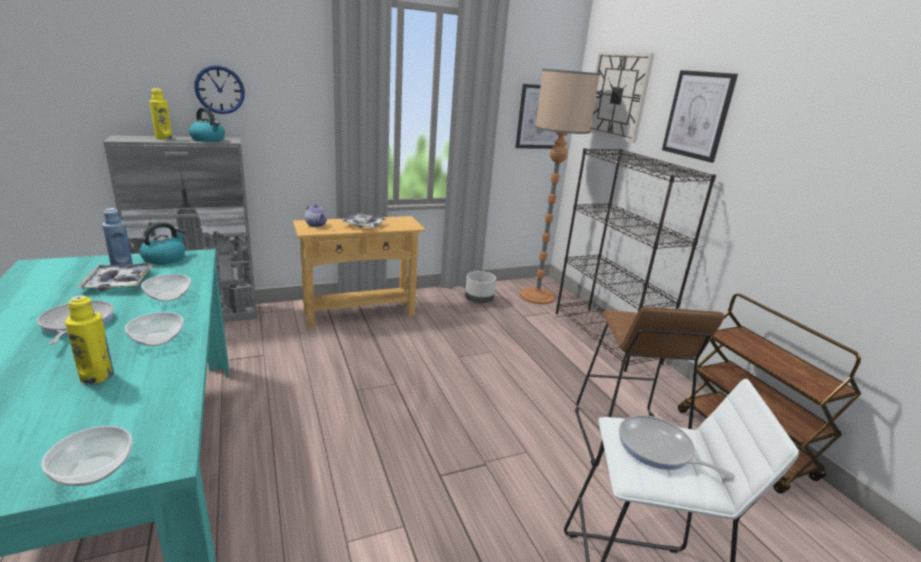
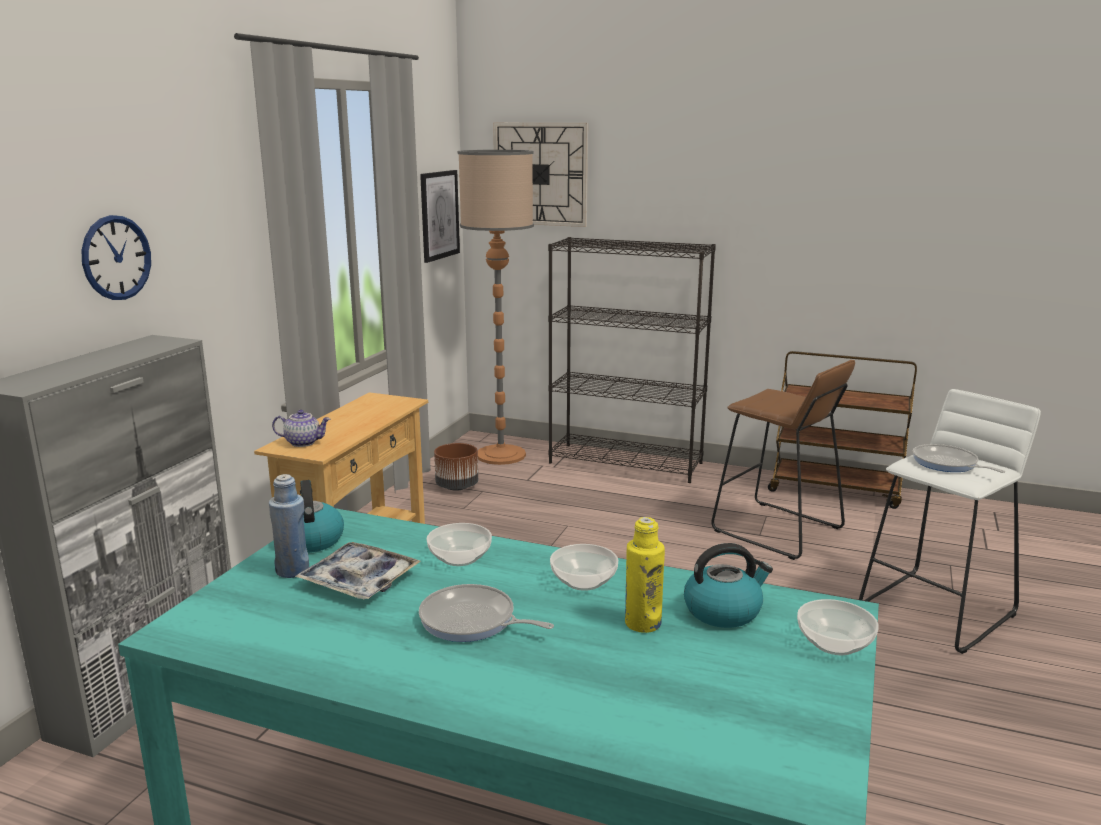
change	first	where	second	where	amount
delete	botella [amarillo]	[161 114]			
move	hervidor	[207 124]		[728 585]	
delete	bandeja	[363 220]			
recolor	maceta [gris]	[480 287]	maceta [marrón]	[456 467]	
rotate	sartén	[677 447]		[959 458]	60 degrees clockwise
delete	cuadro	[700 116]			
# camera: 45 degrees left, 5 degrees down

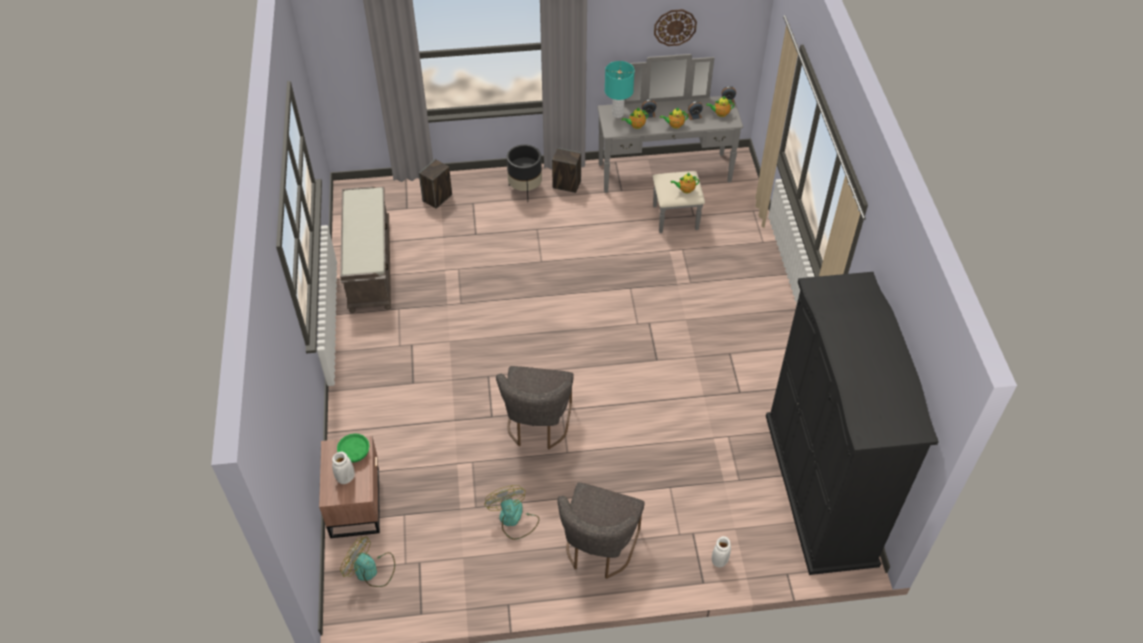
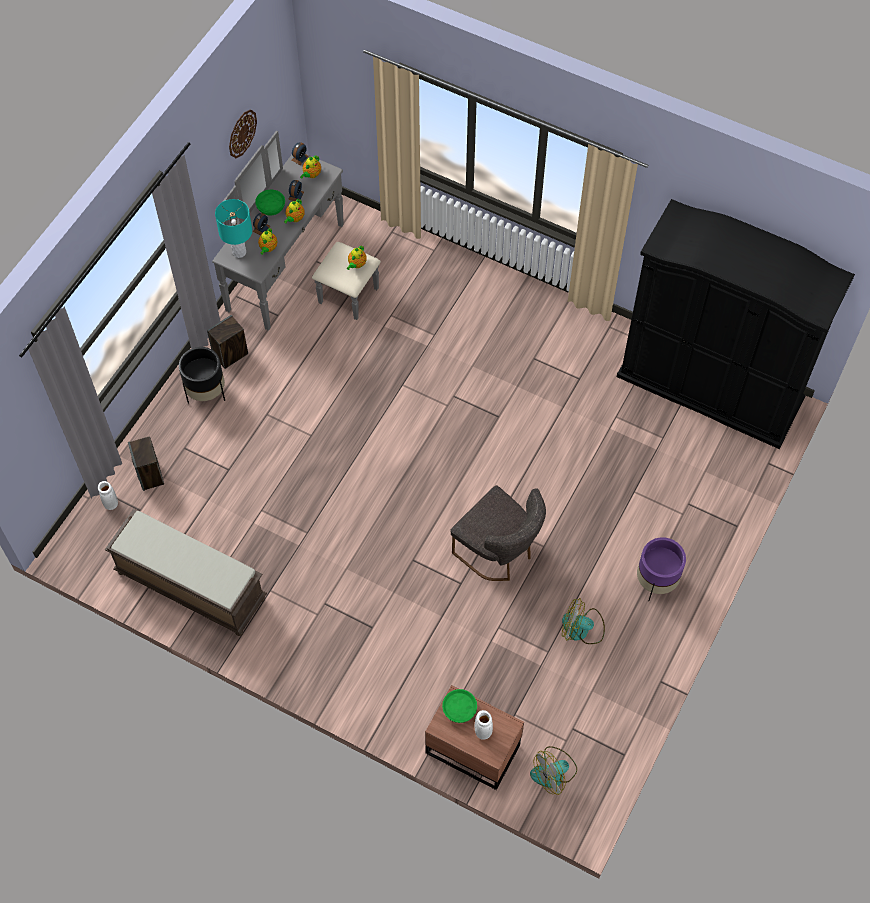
change	first	where	second	where	amount
replace	silla [gris]	[601 530]	maceta [morado]	[661 569]	
move	florero [blanco]	[721 551]		[108 495]	
insert			cuenco [verde]	[270 202]	
# camera: 55 degrees left, 10 degrees up

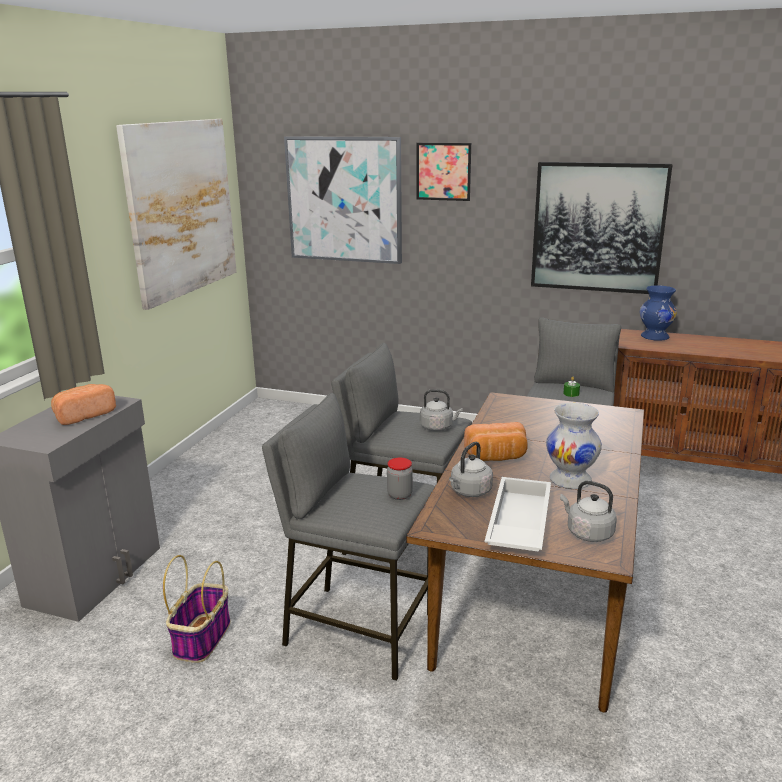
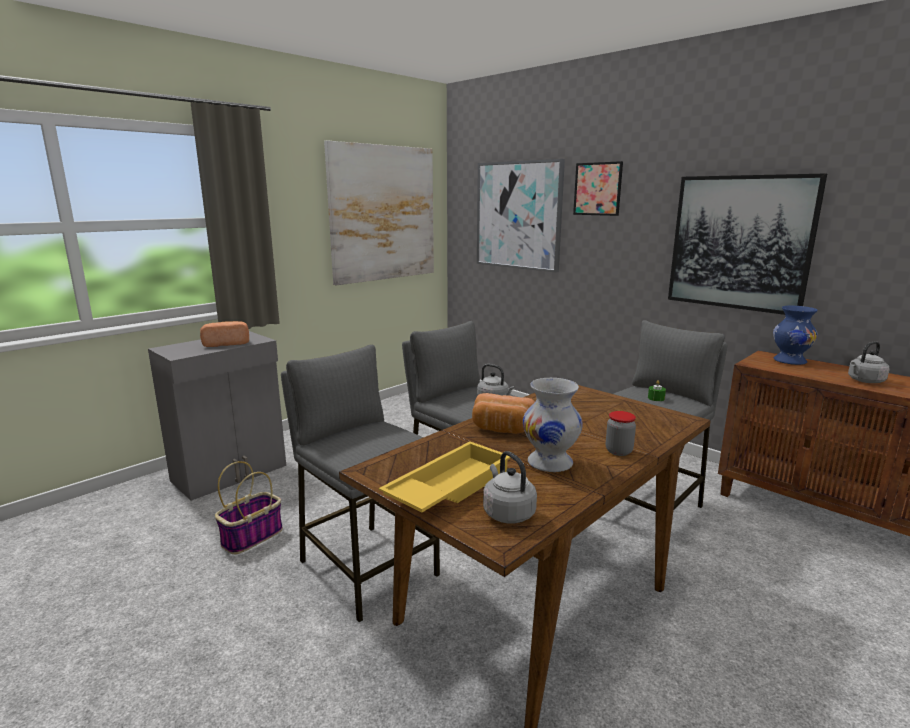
change	first	where	second	where	amount
move	tarro	[400 479]		[621 433]	
move	hervidor [gris]	[471 469]		[868 362]	
recolor	bandeja [blanco]	[518 514]	bandeja [amarillo]	[445 476]	
# camera: 25 degrees right, 5 degrees down

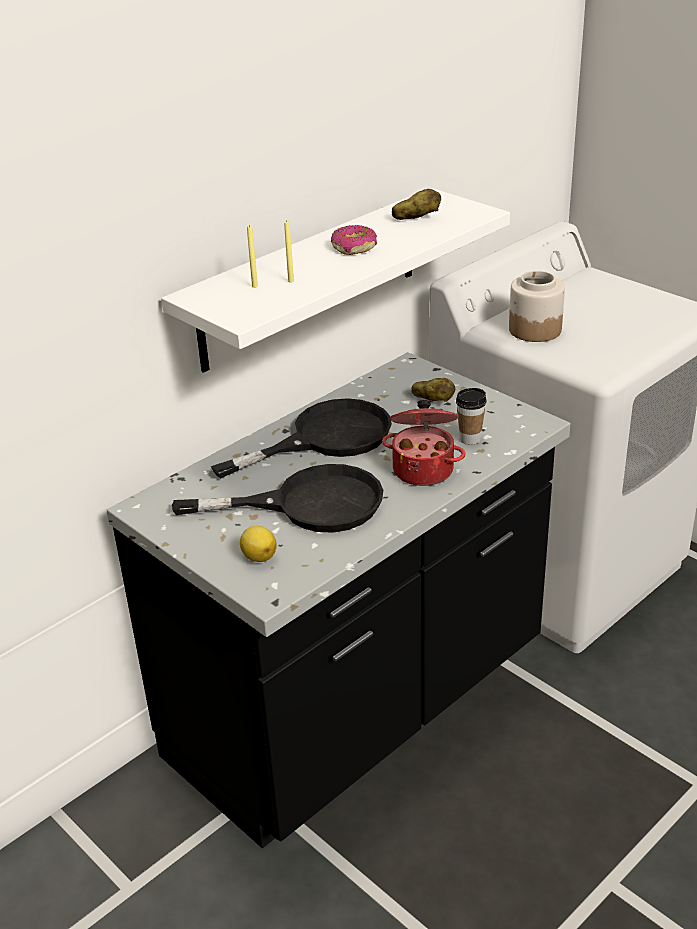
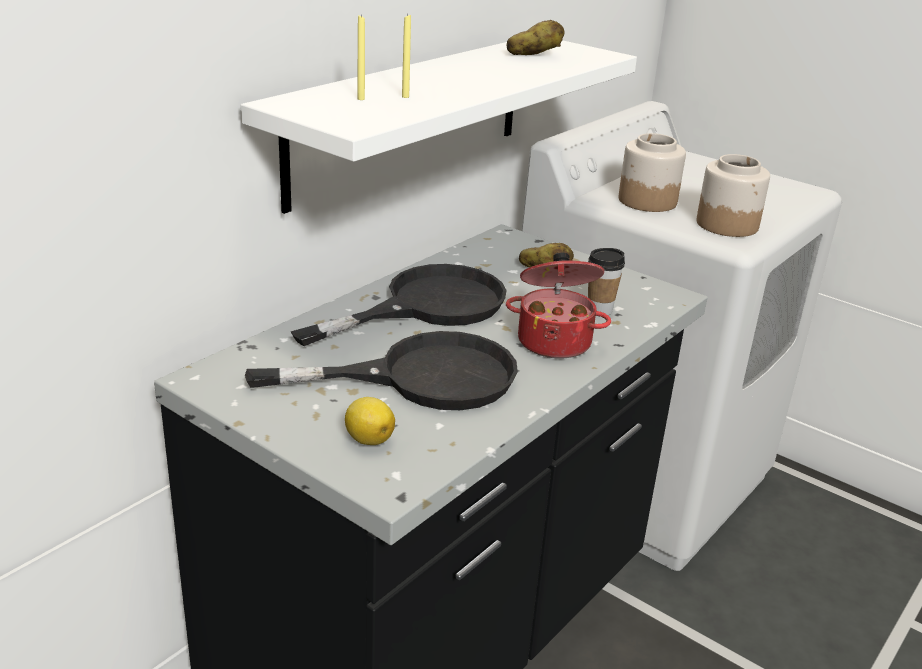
change	first	where	second	where	amount
delete	rosquilla	[354 240]			
insert			tarro	[733 195]	
# camera: 10 degrees left, 5 degrees down

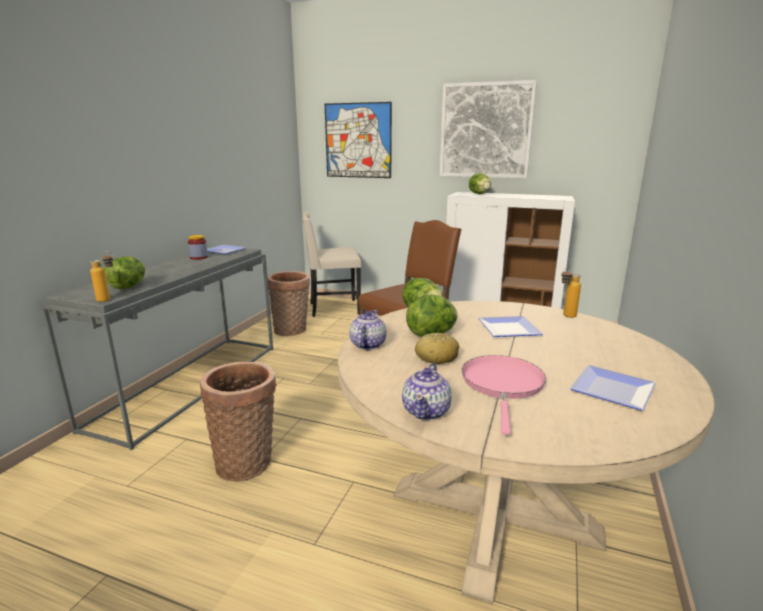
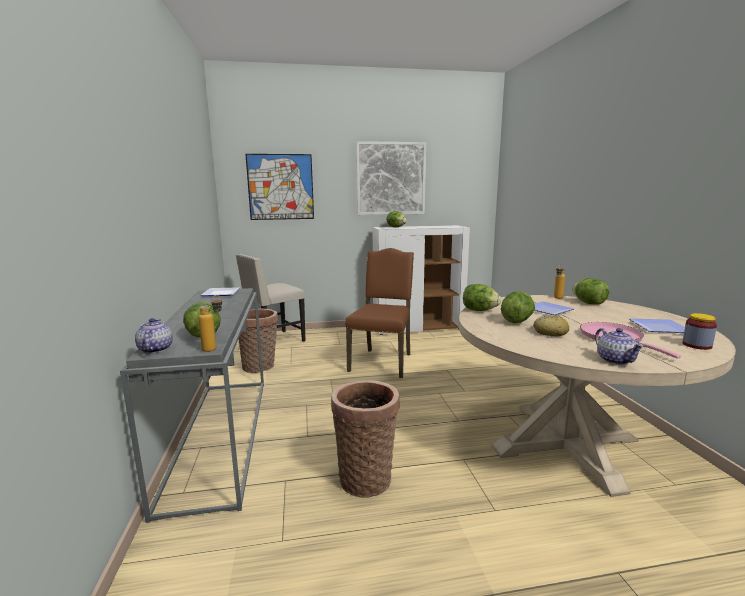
change	first	where	second	where	amount
move	tarro	[198 247]		[699 331]	
move	tetera	[367 330]		[154 336]	
insert			lechuga	[590 291]	
# camera: 30 degrees left, 5 degrees down

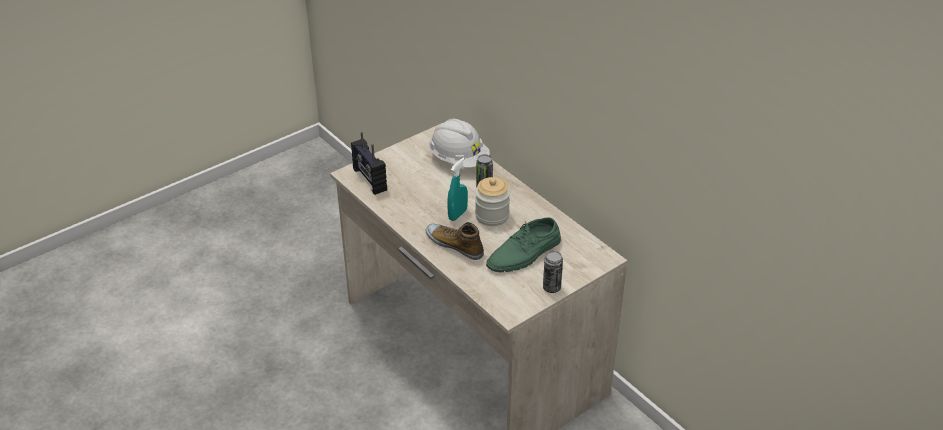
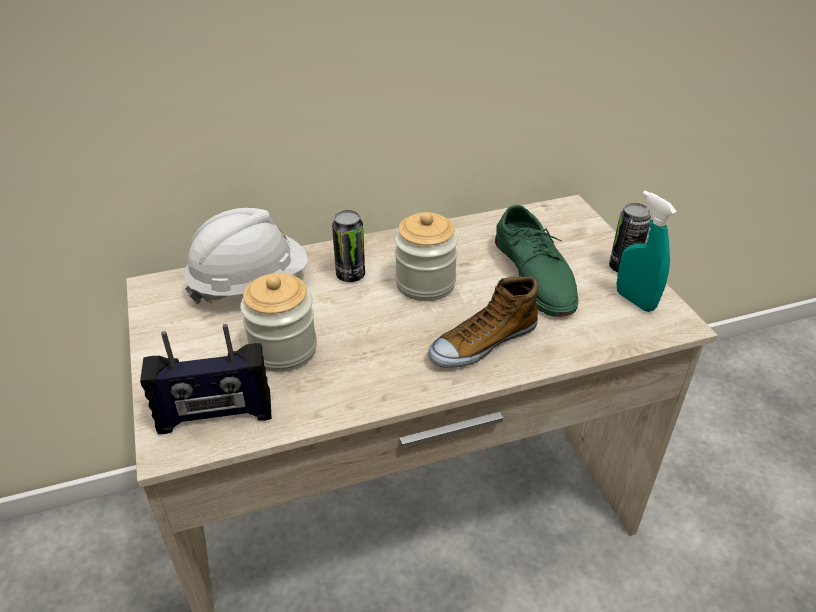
change	first	where	second	where	amount
move	pulverizador [turquesa]	[457 189]		[646 251]	
insert			tarro	[278 322]	
# camera: 70 degrees left, 0 degrees up

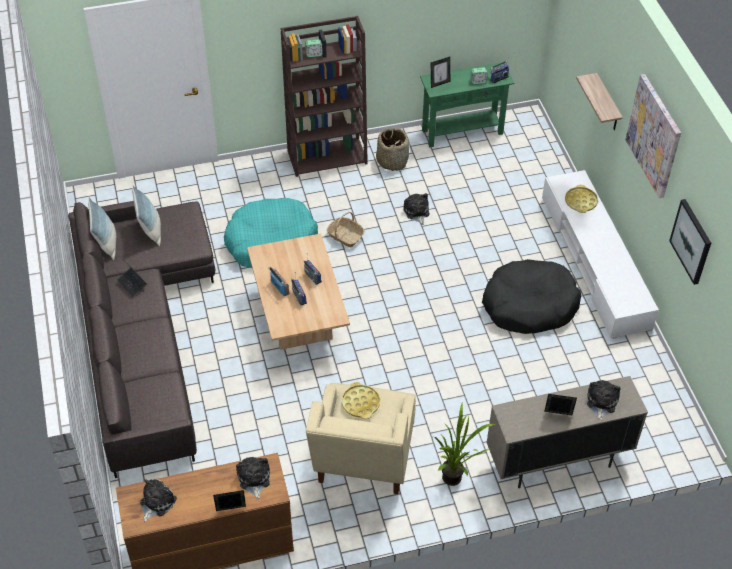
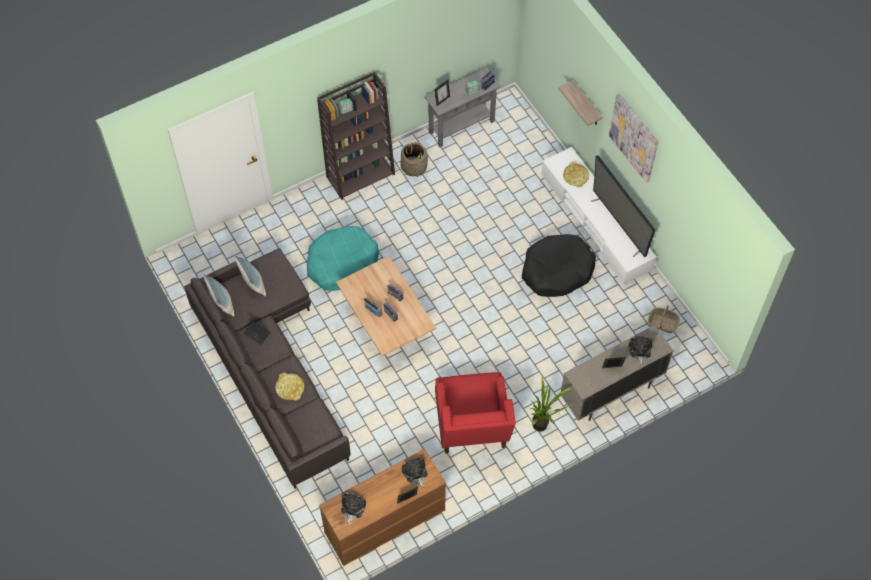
change	first	where	second	where	amount
recolor	sillón [beis]	[361 438]	sillón [rojo]	[475 413]	
move	cesta	[346 230]		[664 319]	
move	bandeja [amarillo]	[361 400]		[289 387]	
delete	peluche	[416 209]			
recolor	mesa consola [verde]	[467 104]	mesa consola [gris]	[462 107]	
delete	cuadro	[690 242]			
insert			televisor	[623 206]	
# camera: 15 degrees left, 10 degrees up

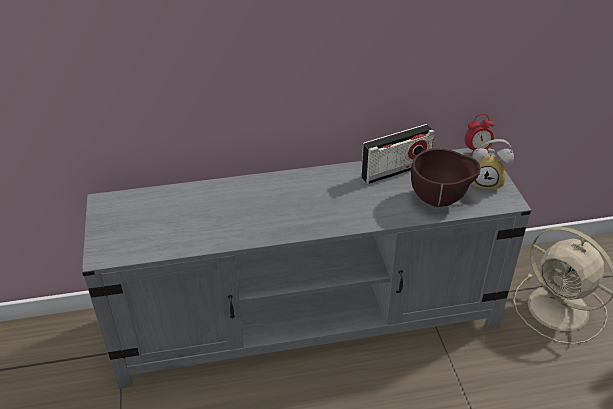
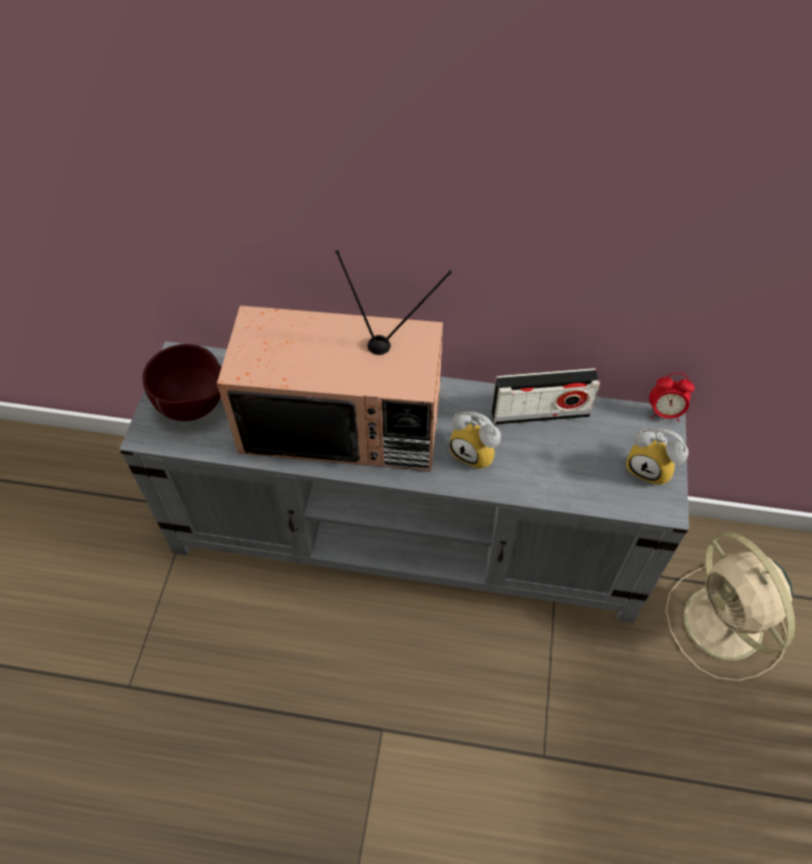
change	first	where	second	where	amount
move	cuenco [marrón]	[445 177]		[182 382]	
insert			televisor	[334 360]	
insert			despertador	[475 440]	
# camera: 20 degrees right, 15 degrees up

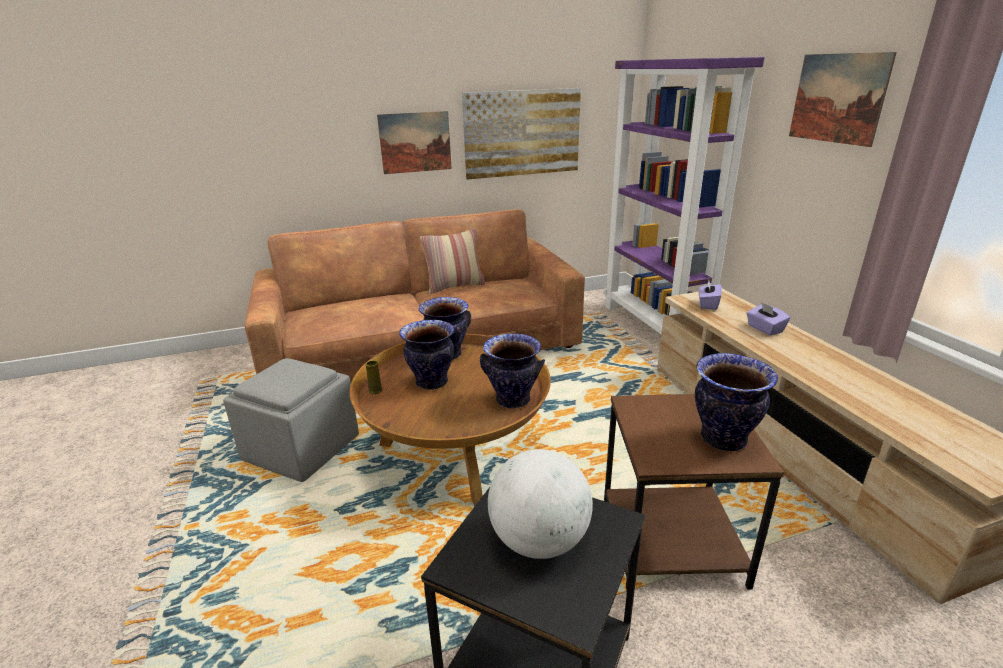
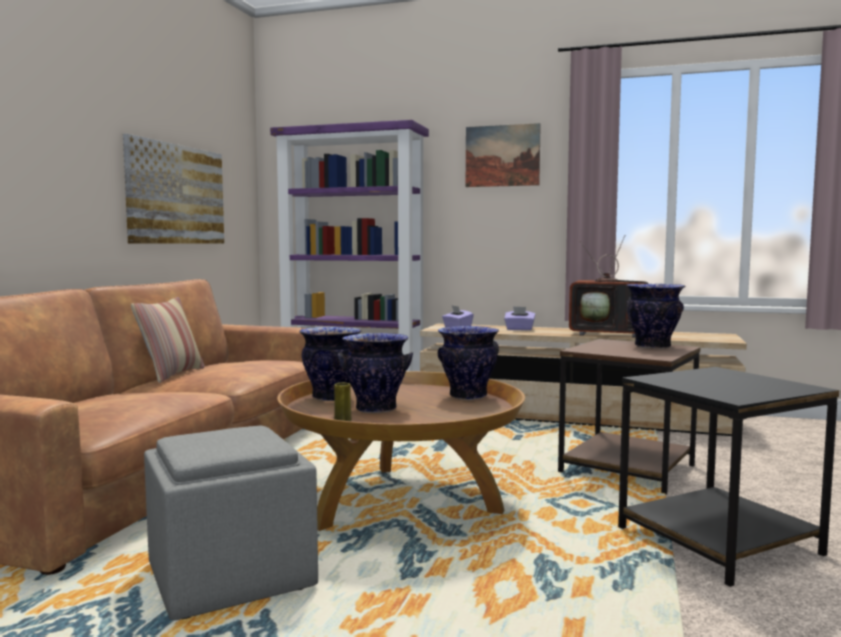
change	first	where	second	where	amount
delete	cuadro	[414 142]			
delete	globo terráqueo	[540 504]			
insert			televisor	[609 286]	
# camera: 55 degrees left, 20 degrees down

